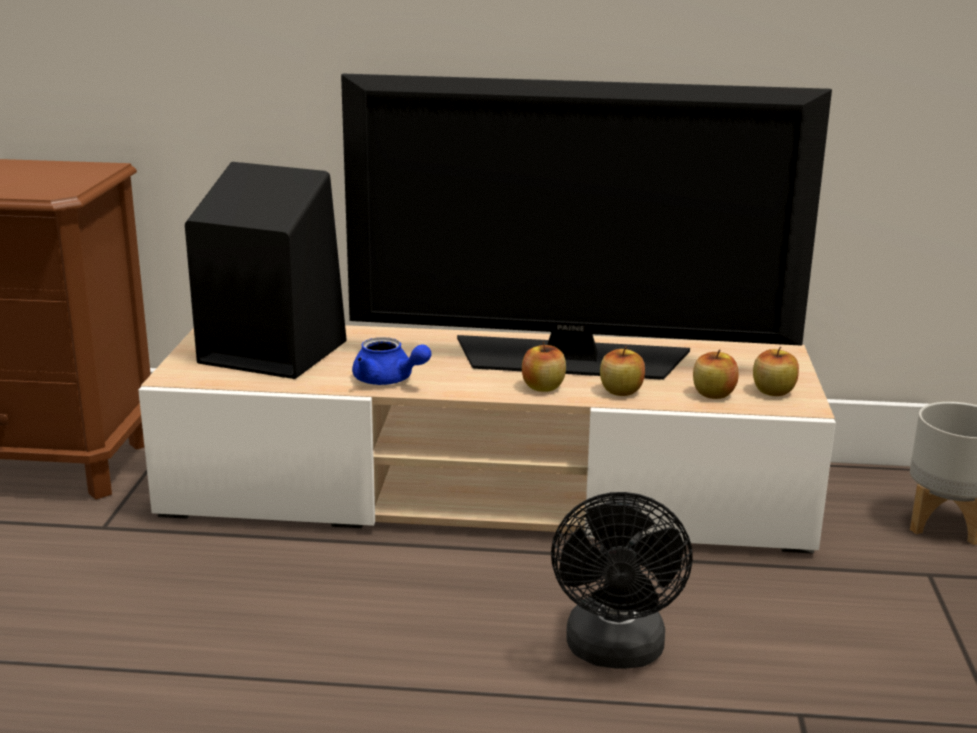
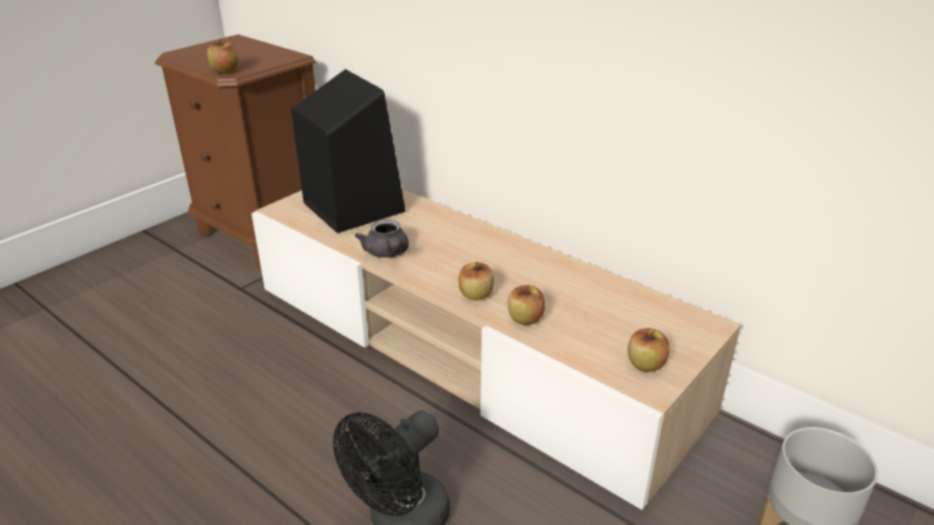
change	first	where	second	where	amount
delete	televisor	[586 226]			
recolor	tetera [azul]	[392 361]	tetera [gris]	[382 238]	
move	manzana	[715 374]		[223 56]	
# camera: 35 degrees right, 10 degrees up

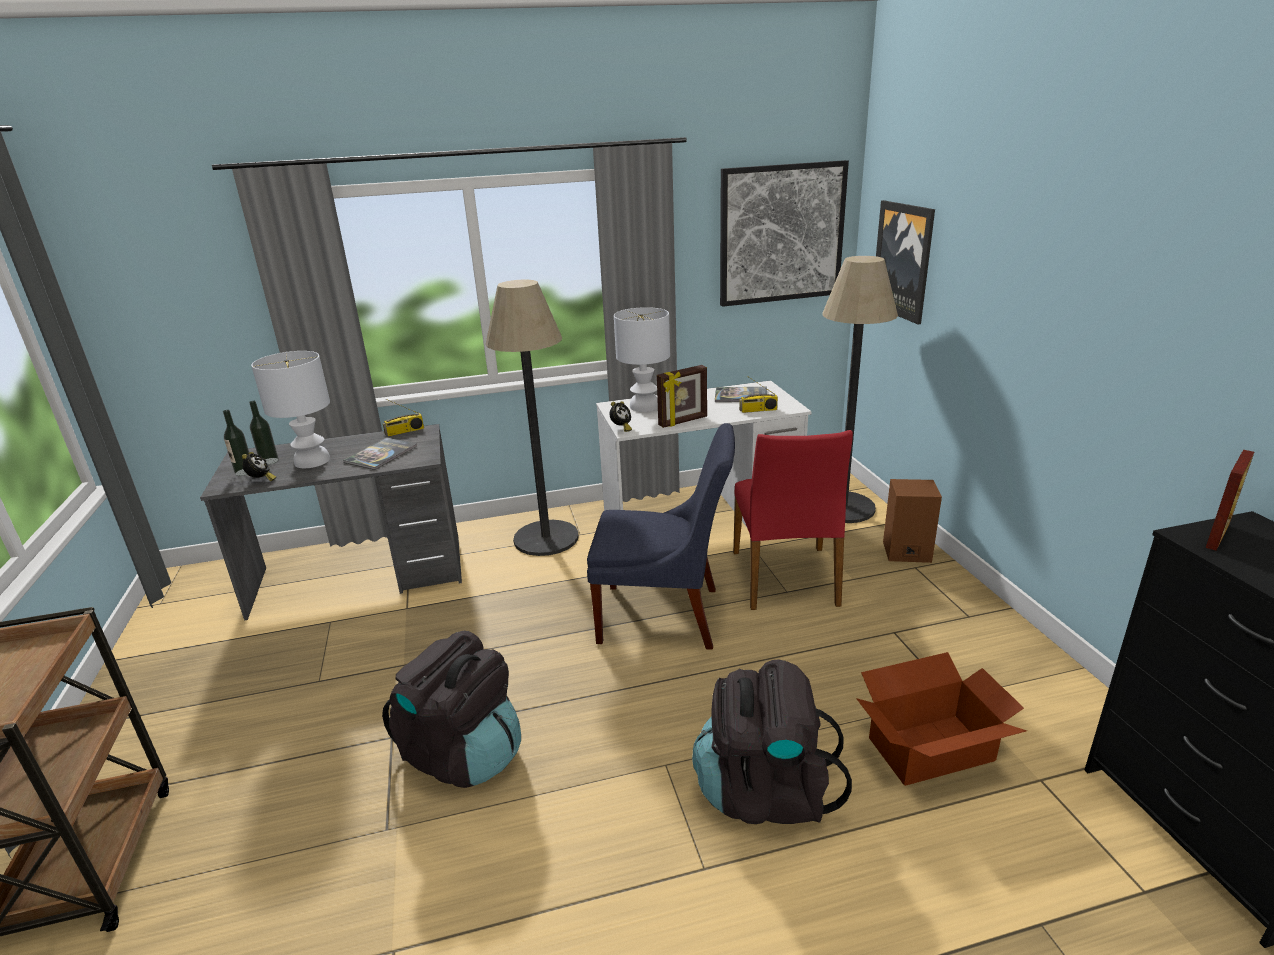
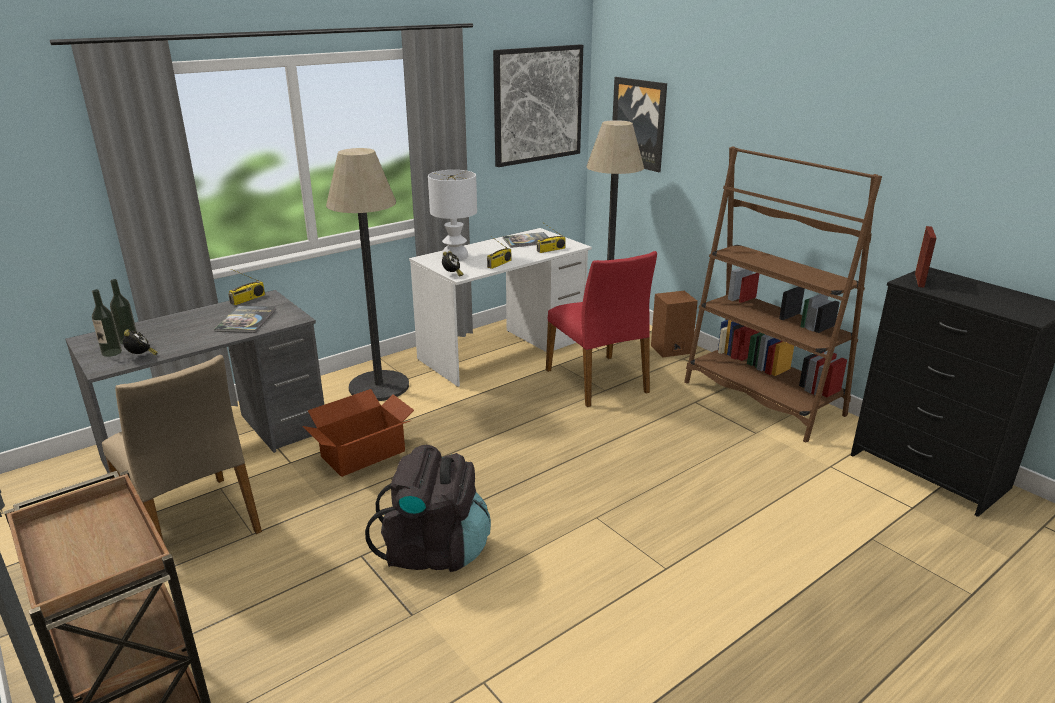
change	first	where	second	where	amount
delete	lámpara de mesa [blanco]	[290 409]			
delete	silla [azul]	[661 536]			
replace	portarretratos	[682 396]	radio	[499 253]	
delete	mochila [negro]	[772 741]			
move	caja de cartón	[941 719]		[358 433]	
insert			silla [beis]	[182 448]	
insert			estantería [marrón]	[783 294]	
# camera: 25 degrees left, 0 degrees up

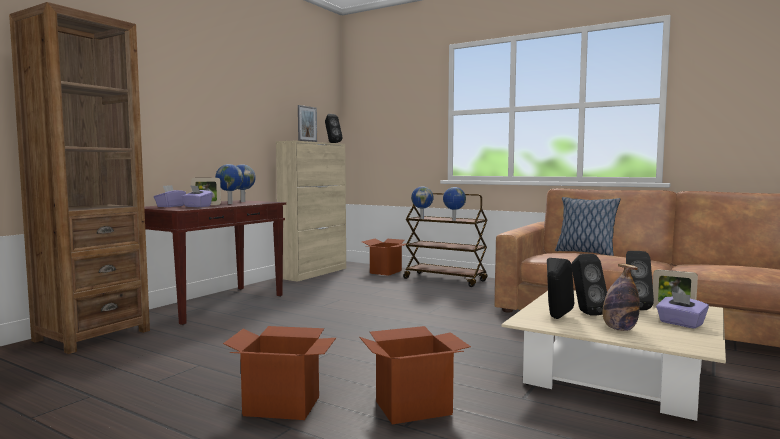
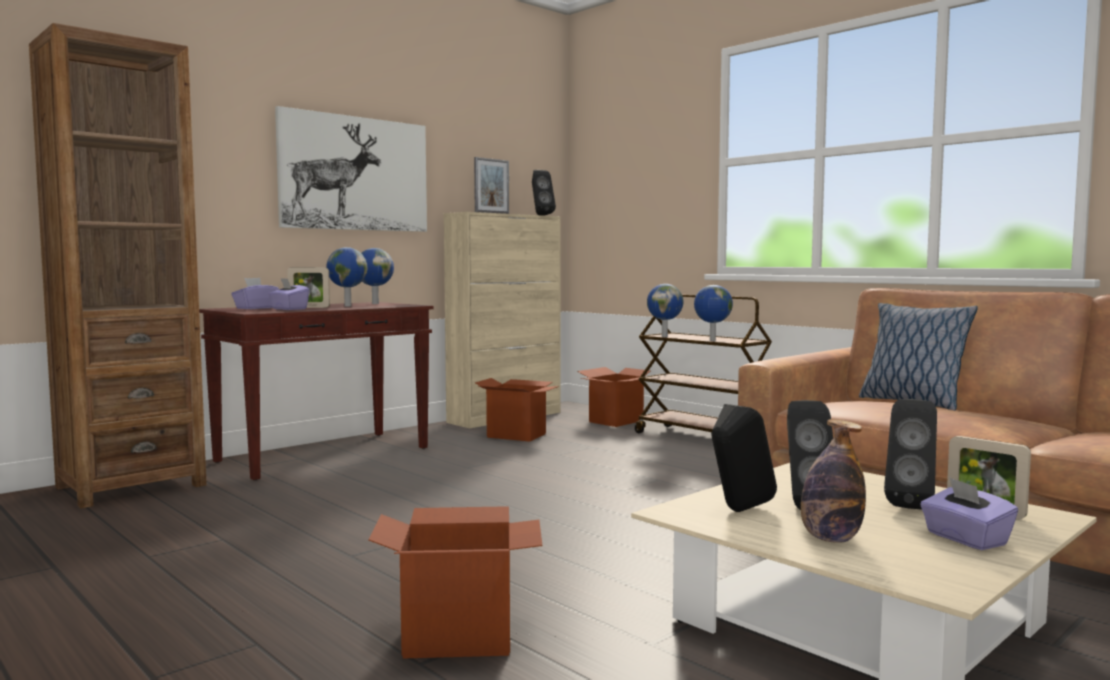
change	first	where	second	where	amount
move	caja de cartón	[279 373]		[517 410]	
insert			cuadro	[351 169]	
# camera: 15 degrees right, 0 degrees up

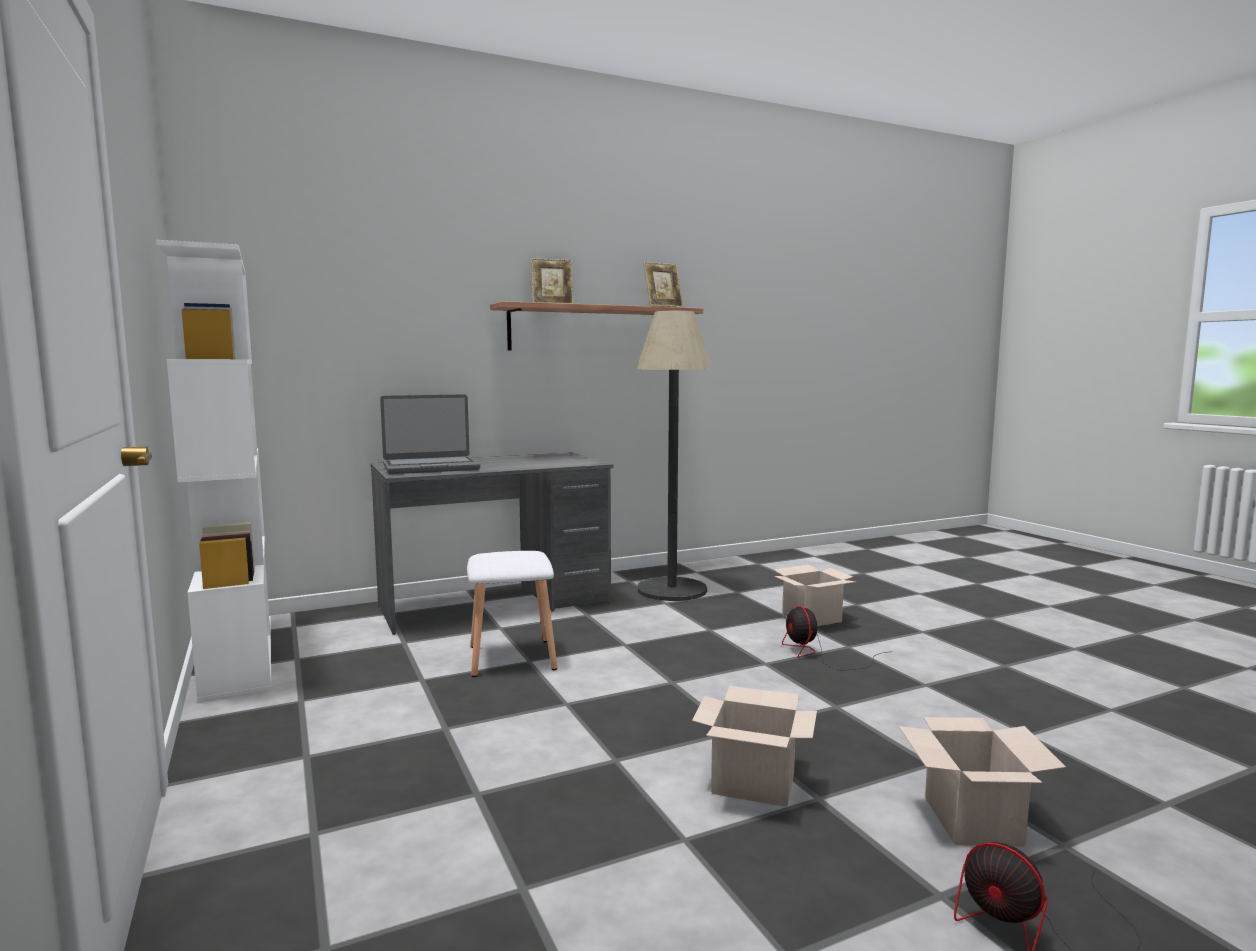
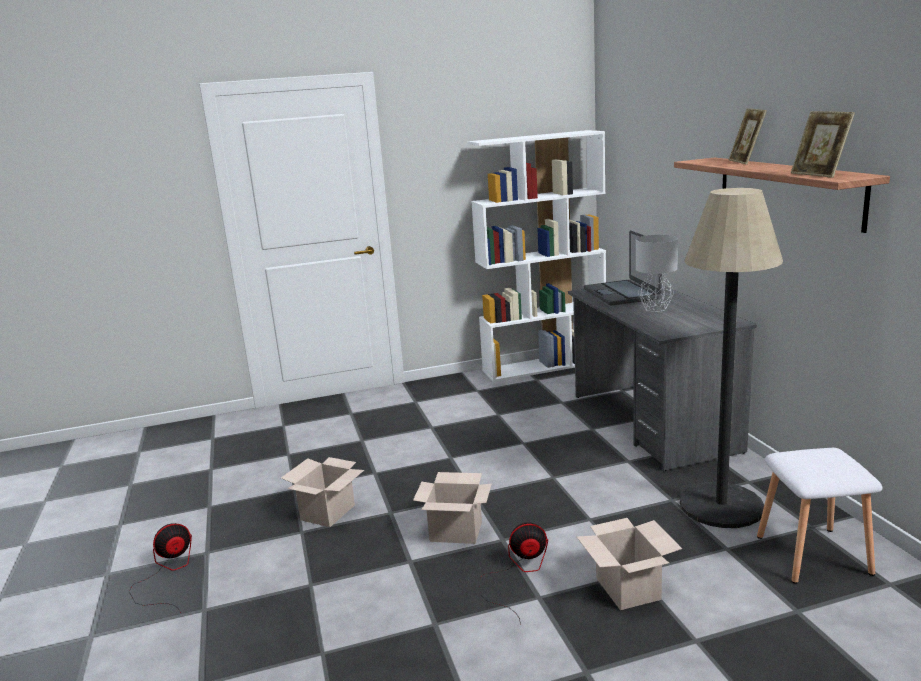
change	first	where	second	where	amount
move	taburete [blanco]	[512 614]		[820 516]	
move	caja de cartón	[982 782]		[452 508]	
insert			lámpara de mesa [gris]	[657 273]	
# camera: 100 degrees right, 10 degrees up

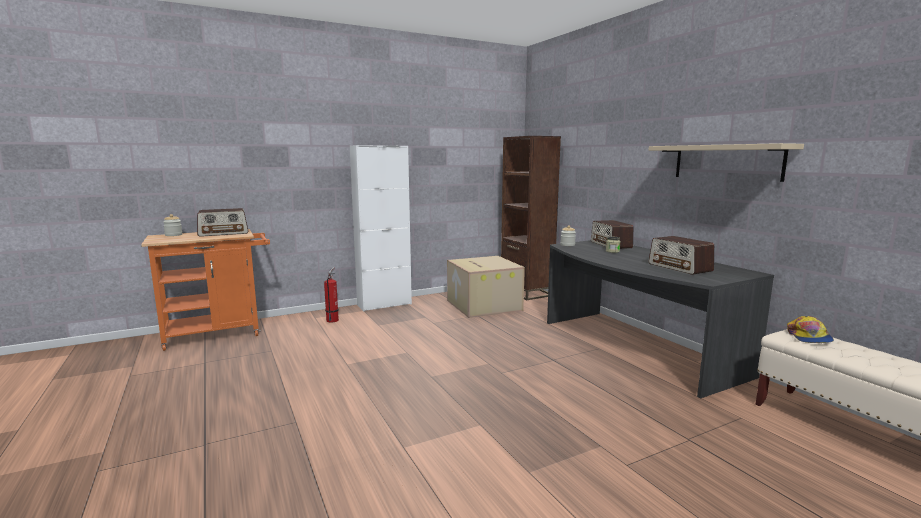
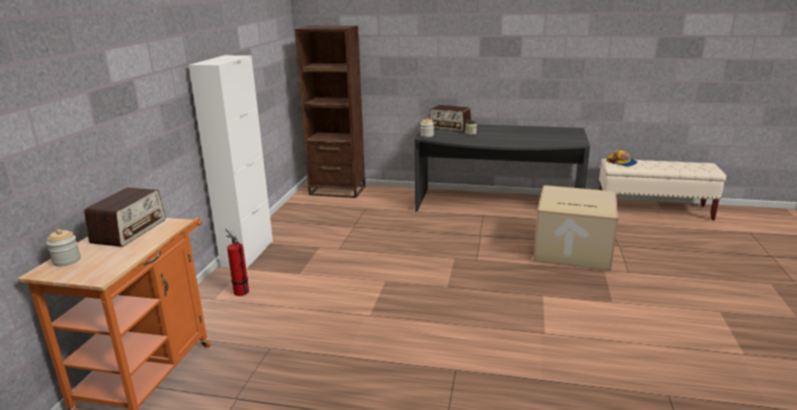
change	first	where	second	where	amount
move	caja de cartón	[486 287]		[575 228]	
delete	estante [beis]	[726 162]			
delete	radio	[681 255]			
# camera: 50 degrees left, 10 degrees up

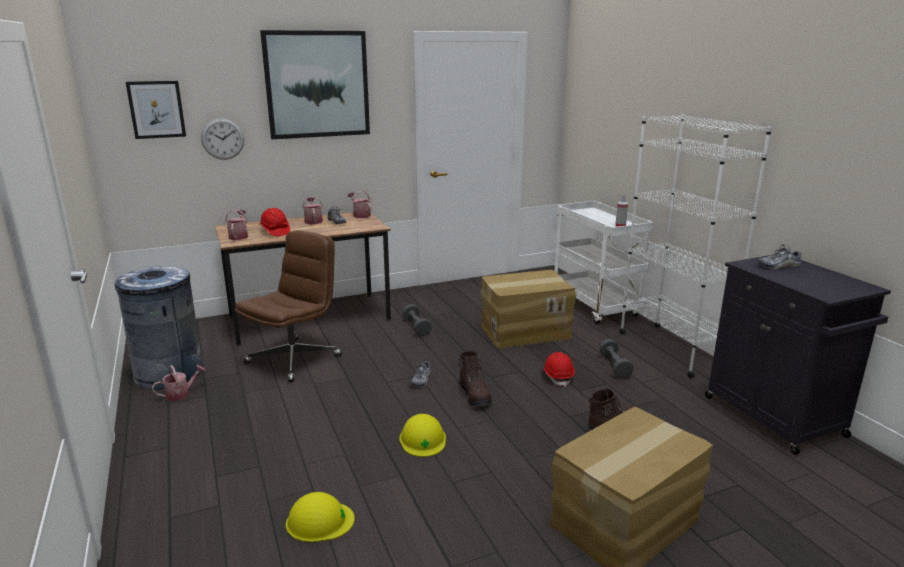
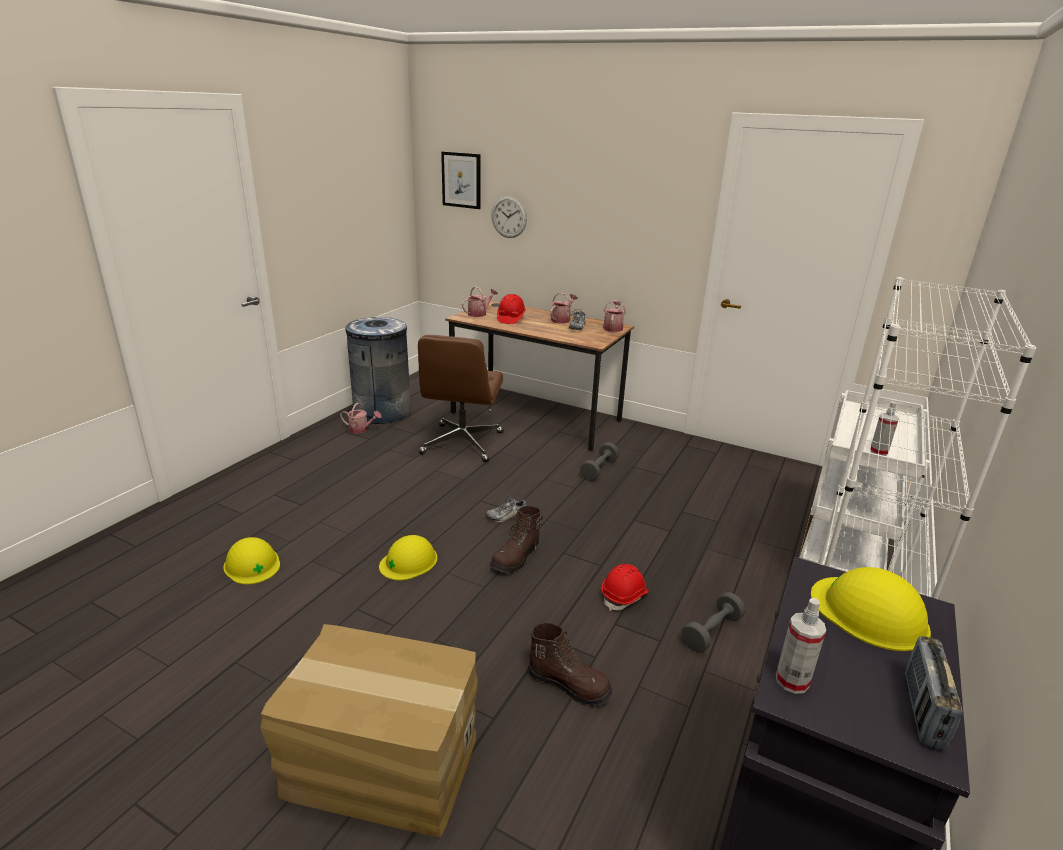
change	first	where	second	where	amount
rotate	silla de oficina [marrón]	[288 306]		[461 398]	105 degrees clockwise
delete	cuadro	[315 84]			
delete	caja de cartón	[528 309]			
replace	zapato	[779 256]	casco [amarillo]	[871 609]	
insert			pulverizador	[801 646]	
insert			radio	[934 693]	
# camera: 50 degrees right, 5 degrees up

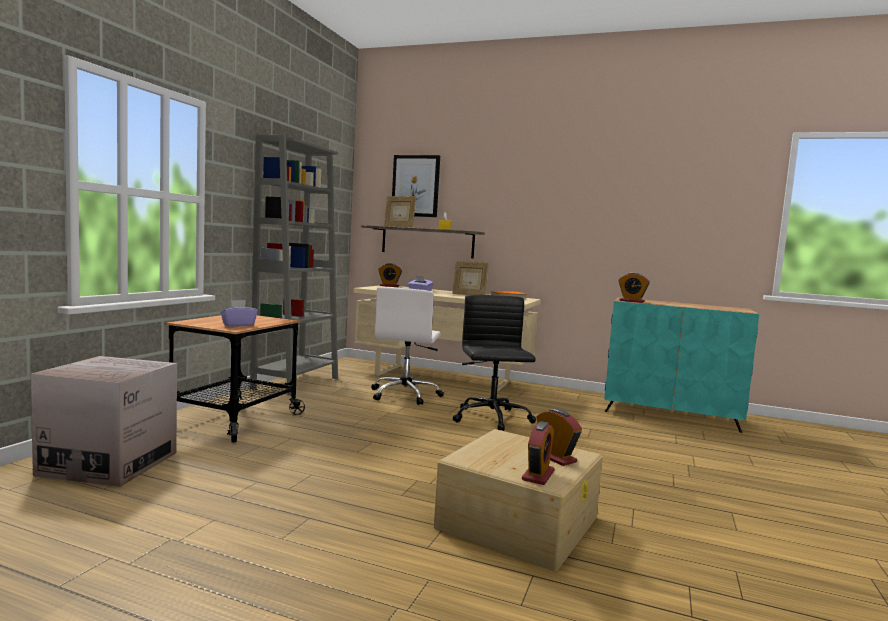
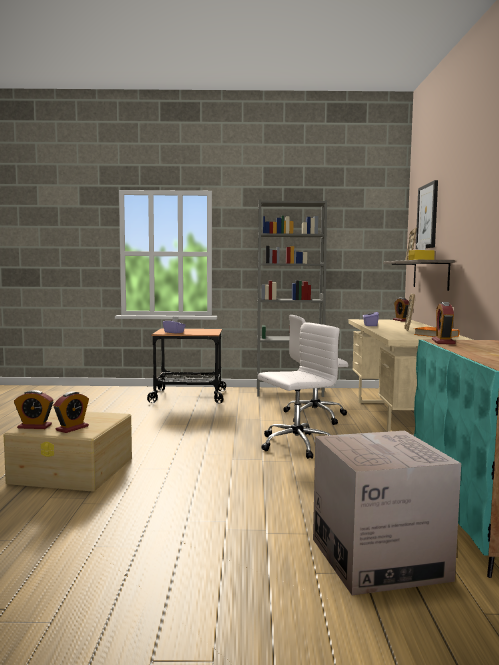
change	first	where	second	where	amount
move	caja de cartón	[104 421]		[387 513]	
recolor	silla de oficina [negro]	[494 362]	silla de oficina [blanco]	[299 390]	
# camera: 70 degrees right, 0 degrees up

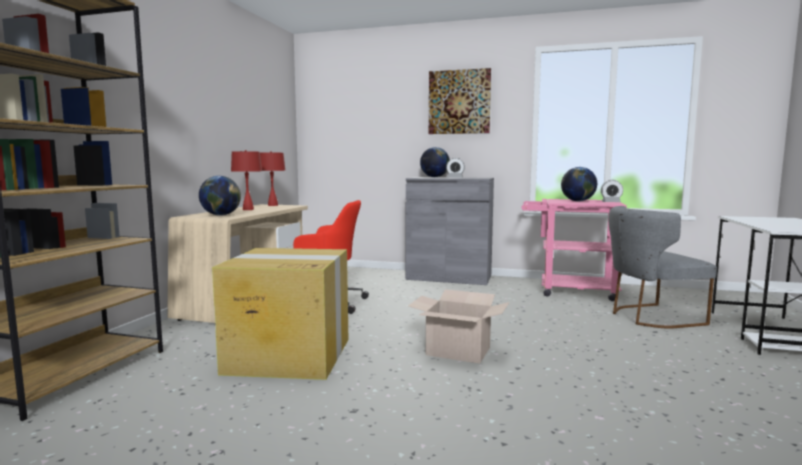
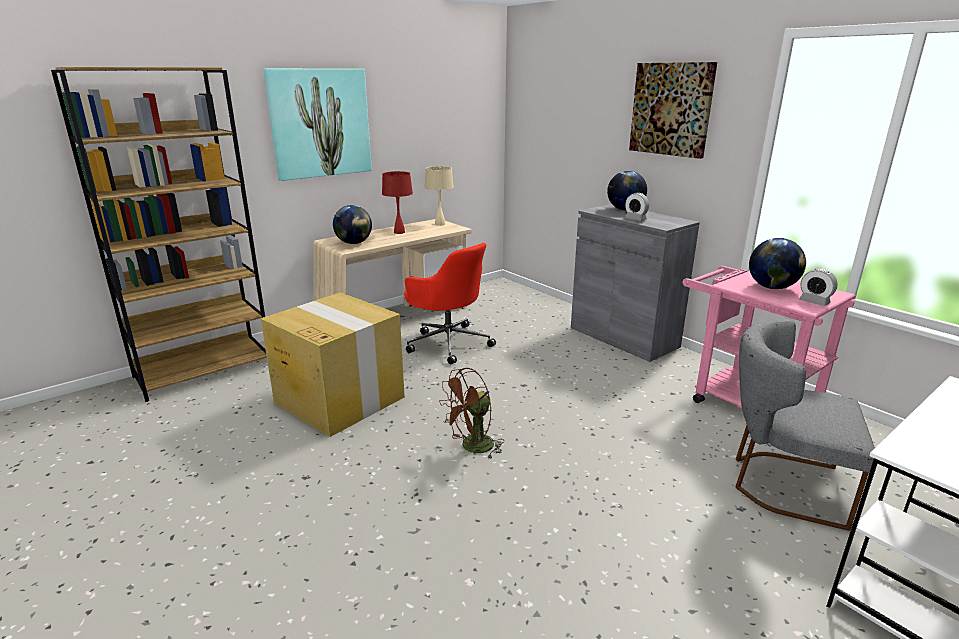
change	first	where	second	where	amount
recolor	lámpara de mesa [rojo]	[273 178]	lámpara de mesa [beis]	[439 196]	
replace	caja de cartón	[459 326]	ventilador [marrón]	[471 414]	
insert			cuadro	[317 125]	
# camera: 35 degrees right, 15 degrees up

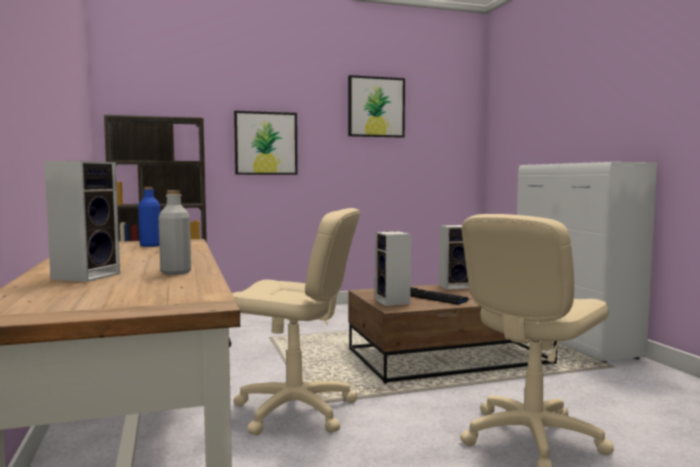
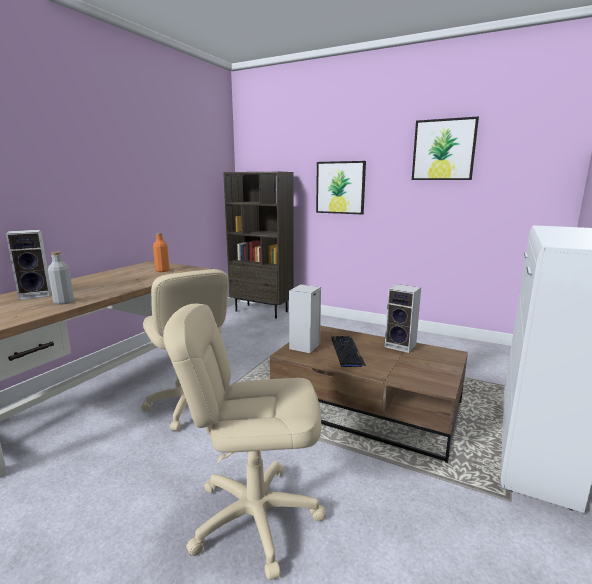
change	first	where	second	where	amount
recolor	botella [azul]	[149 217]	botella [naranja]	[161 252]	
# camera: 45 degrees right, 10 degrees up

